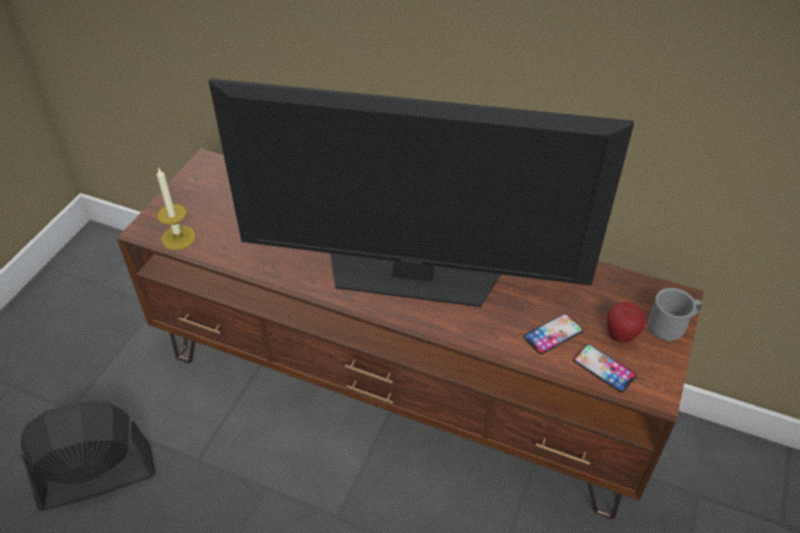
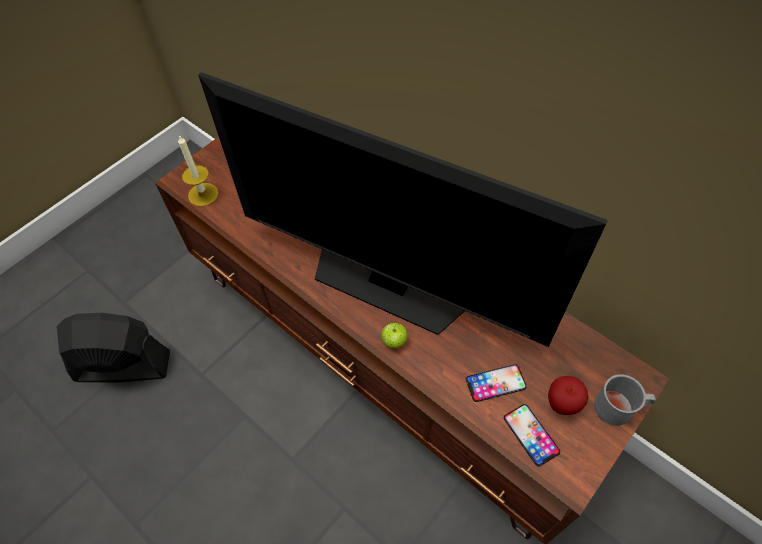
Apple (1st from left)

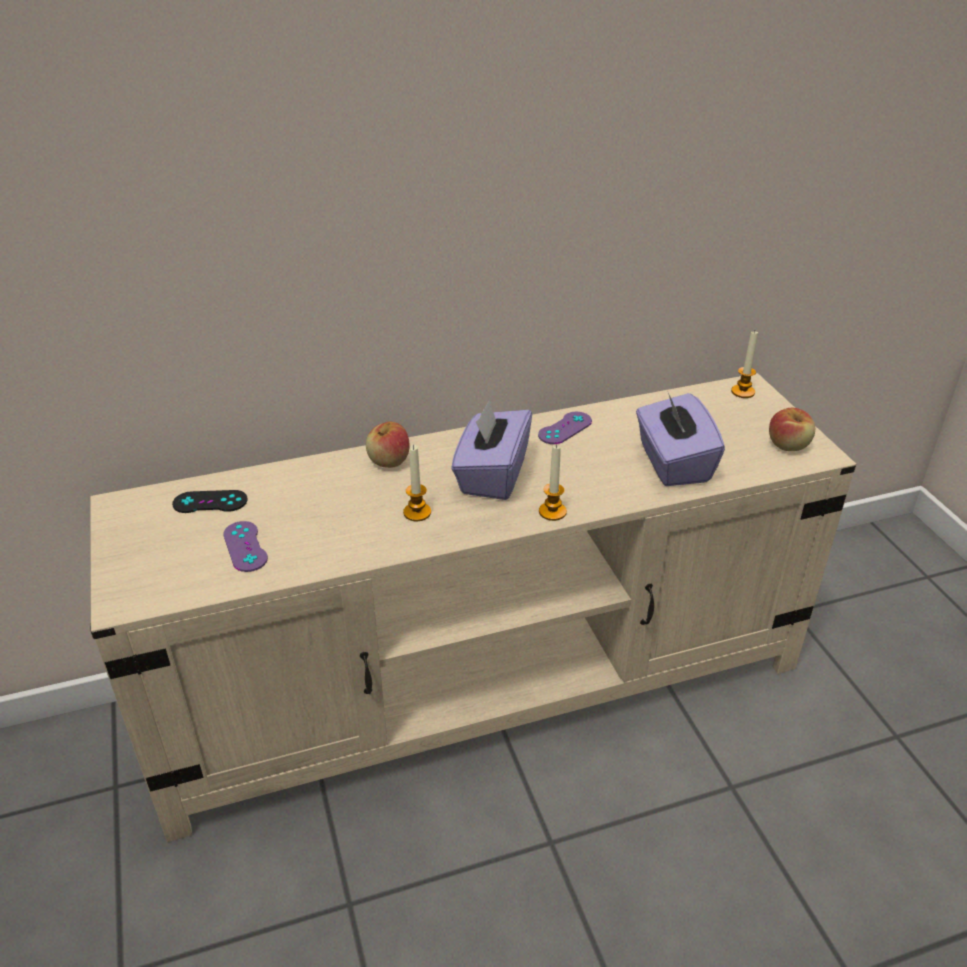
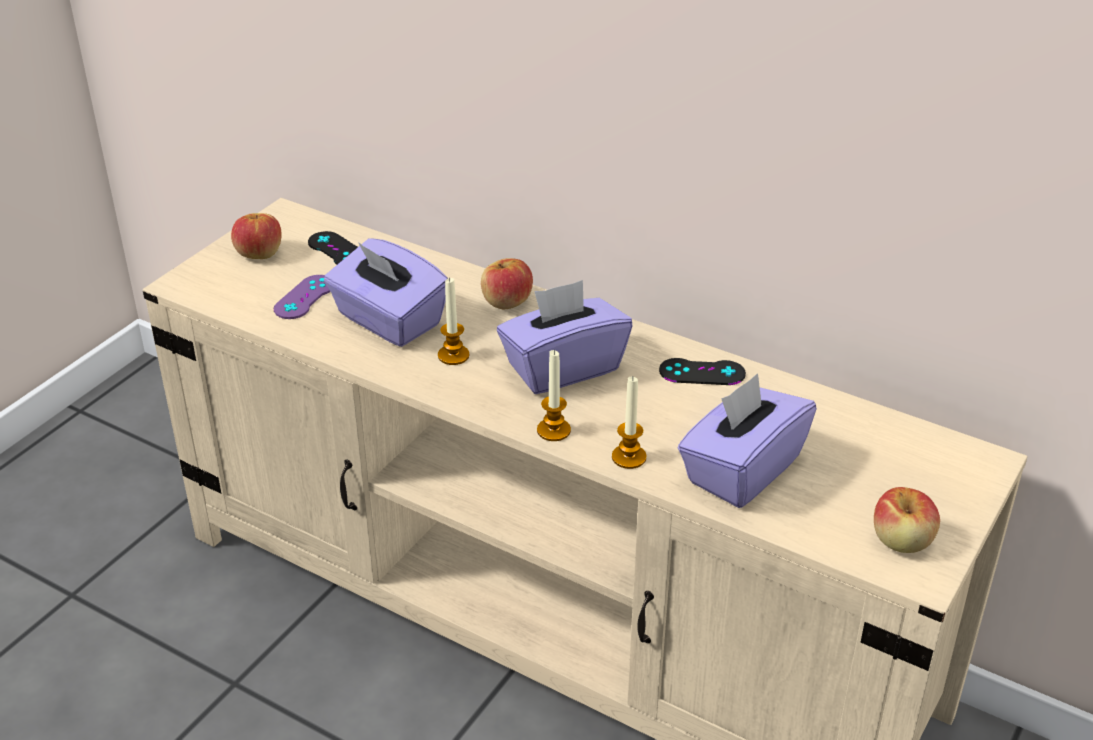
BlackGamepad (2nd from left); WaxCandle (3rd from left); Apple (1st from left); PurpleTissueHolder (1st from left)

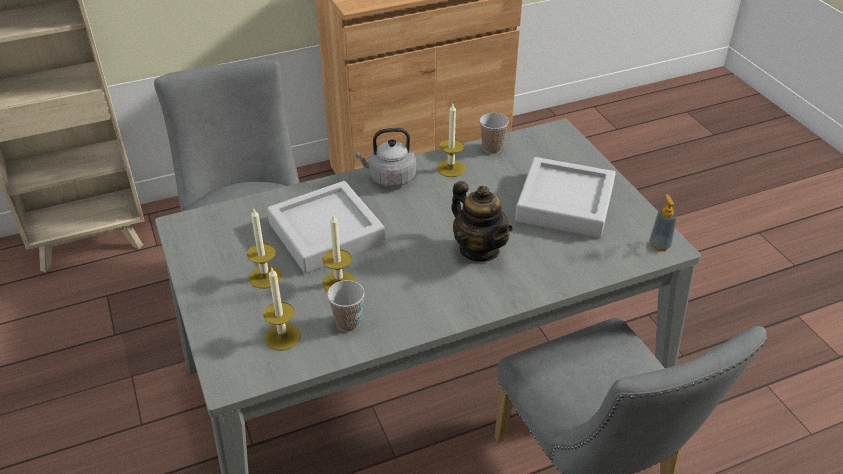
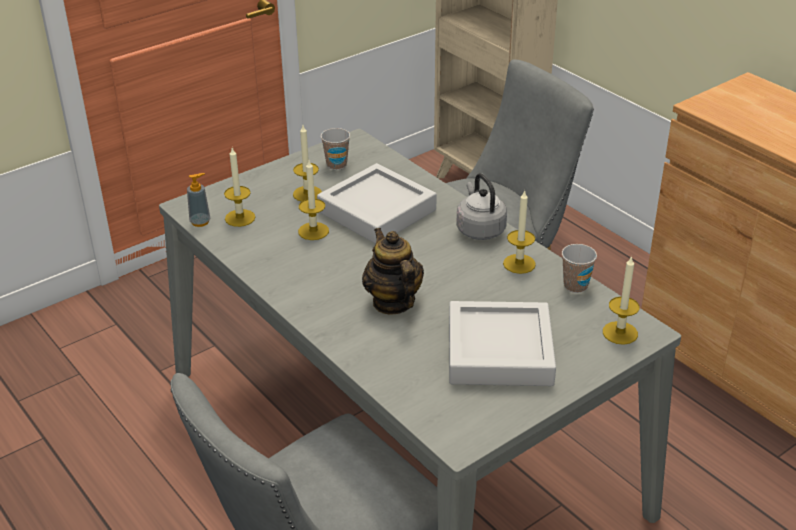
SmallCup (1st from left); TeaPot; SoapDispenser; WaxCandle (5th from left)

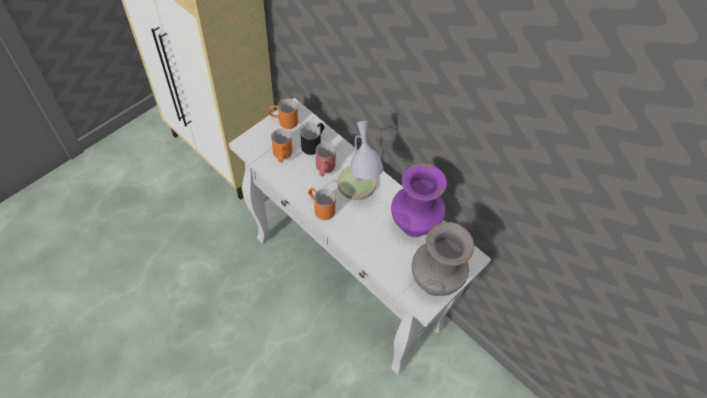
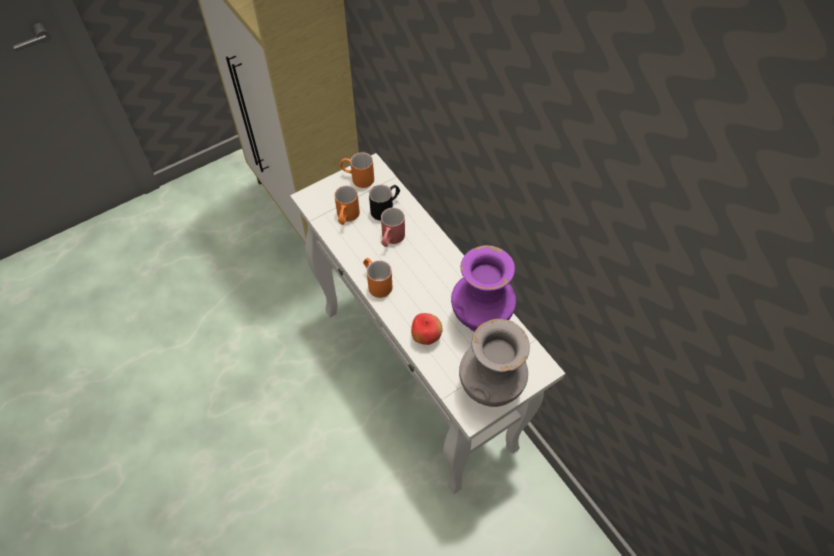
LampForATable; Apple

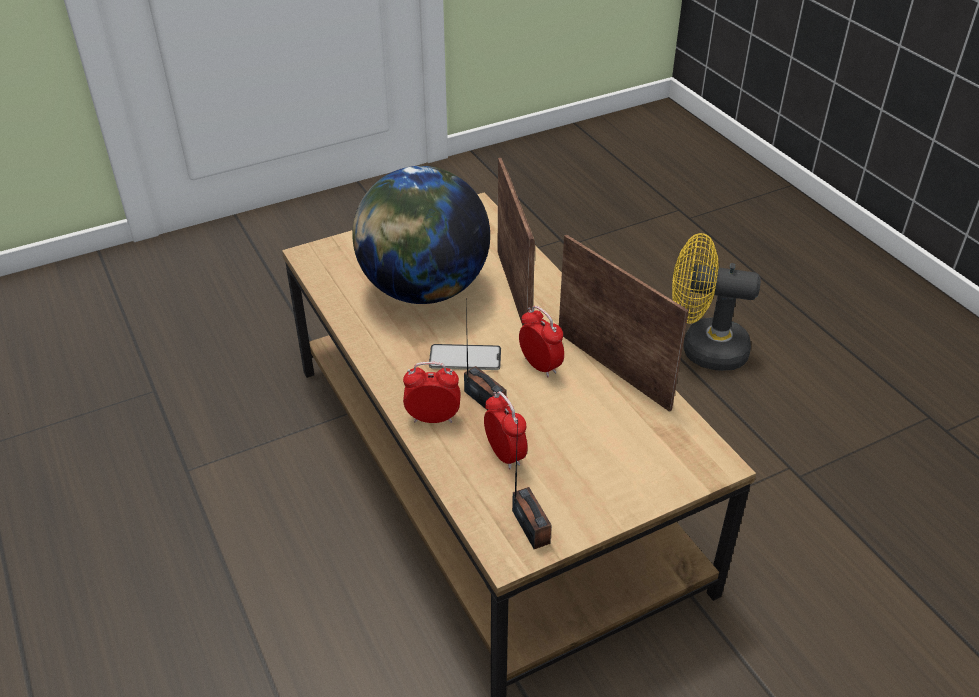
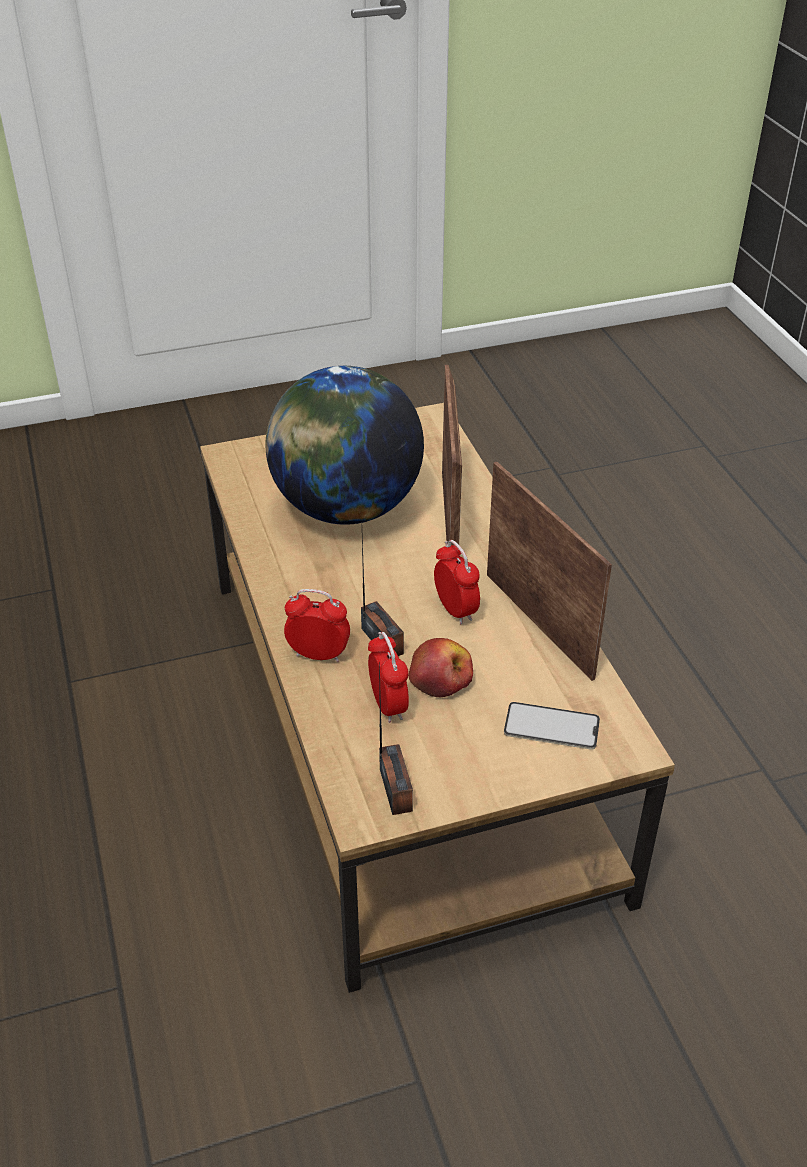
Handset; YellowishElectricFan; Apple

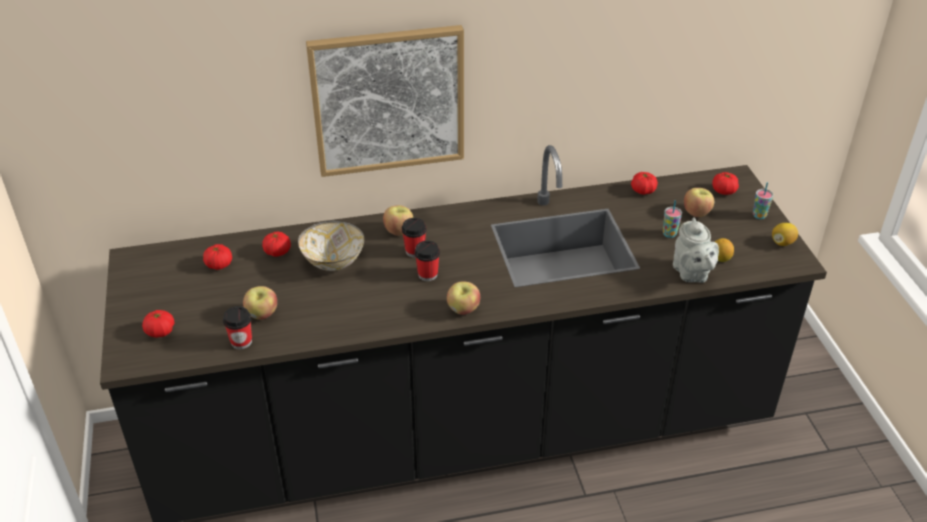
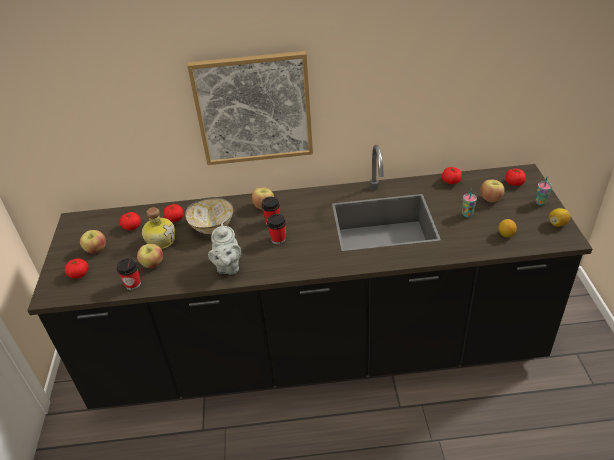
Apple (1st from left); GreyTeaPot; DrinkBottle

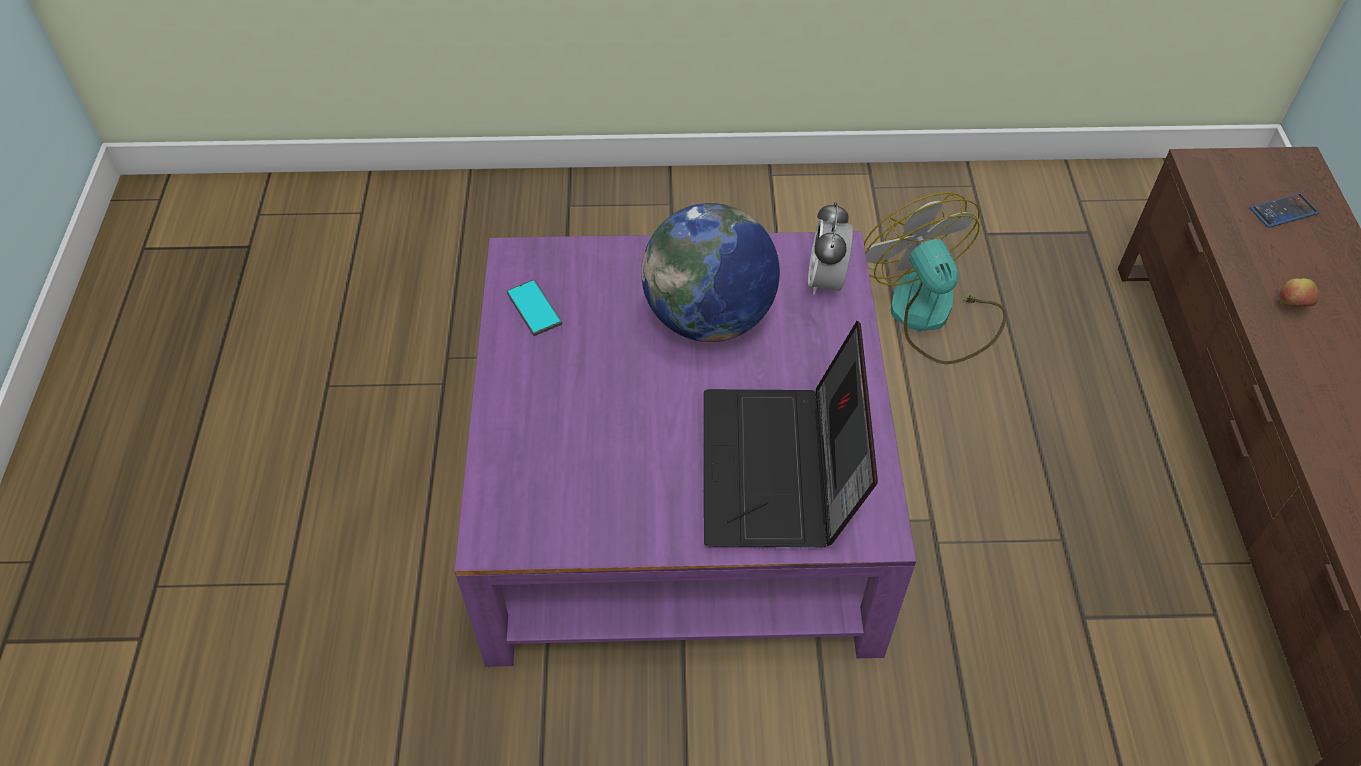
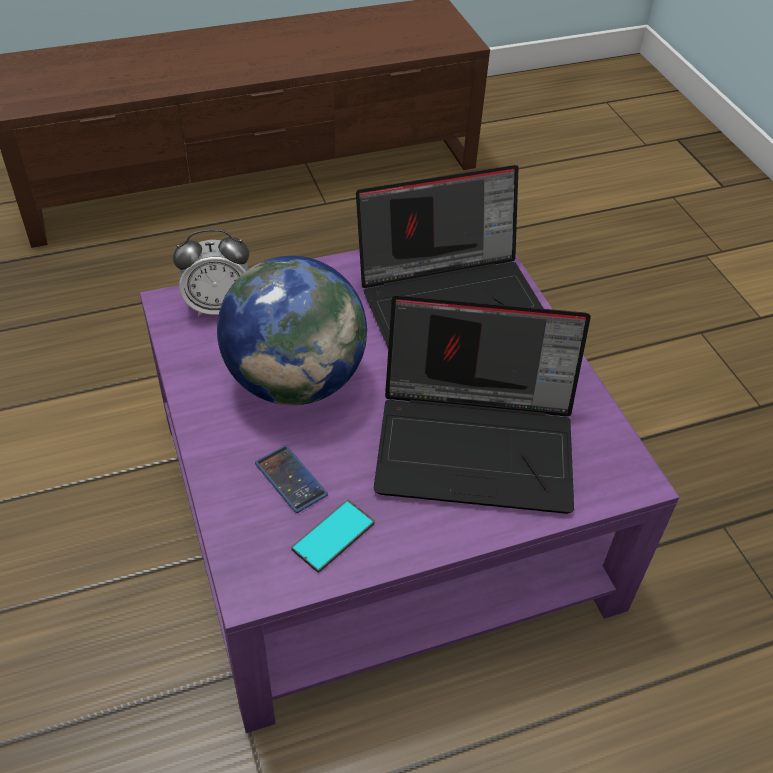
ElectricFan; Handset (1st from left); Apple; PortableComputer (2nd from left)

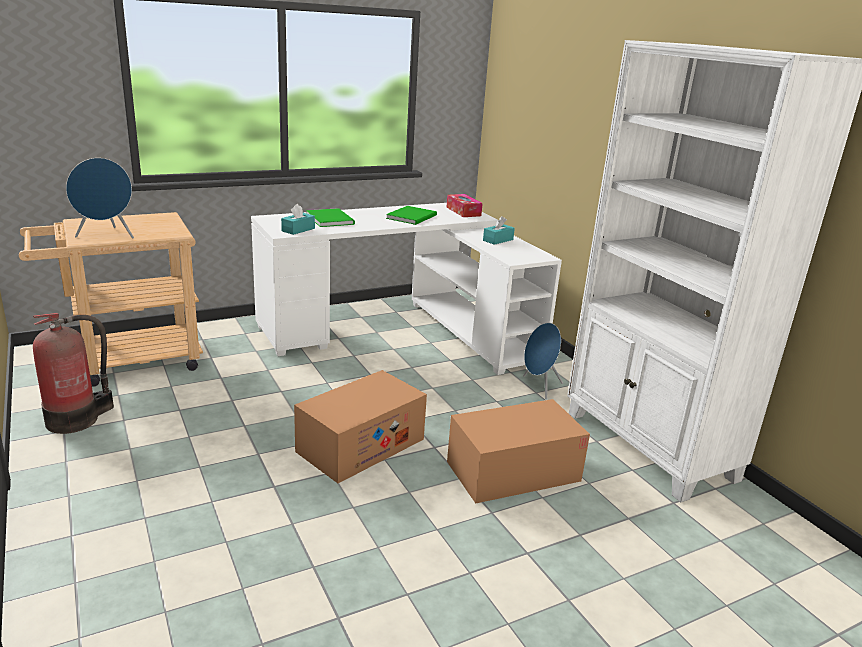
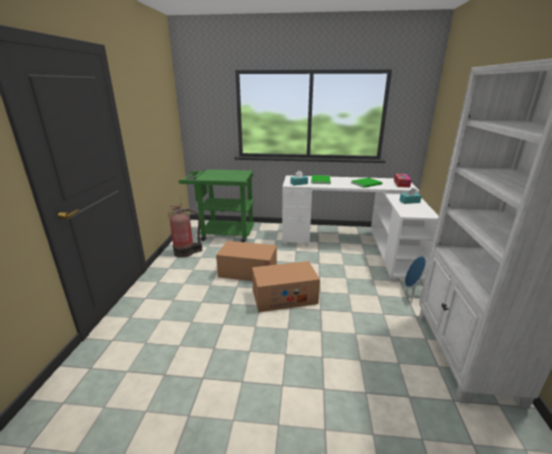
GreenColouredWheeledCart; BluishAudioSpeaker (1st from left in the first image); CardboardBox (1st from left)

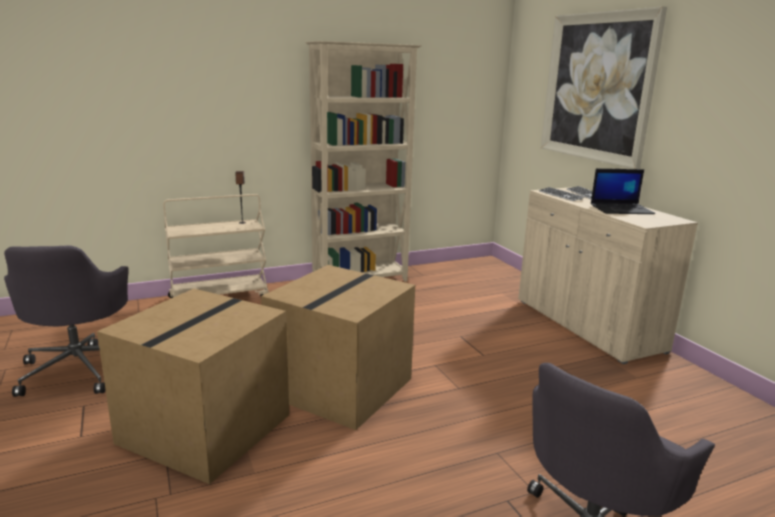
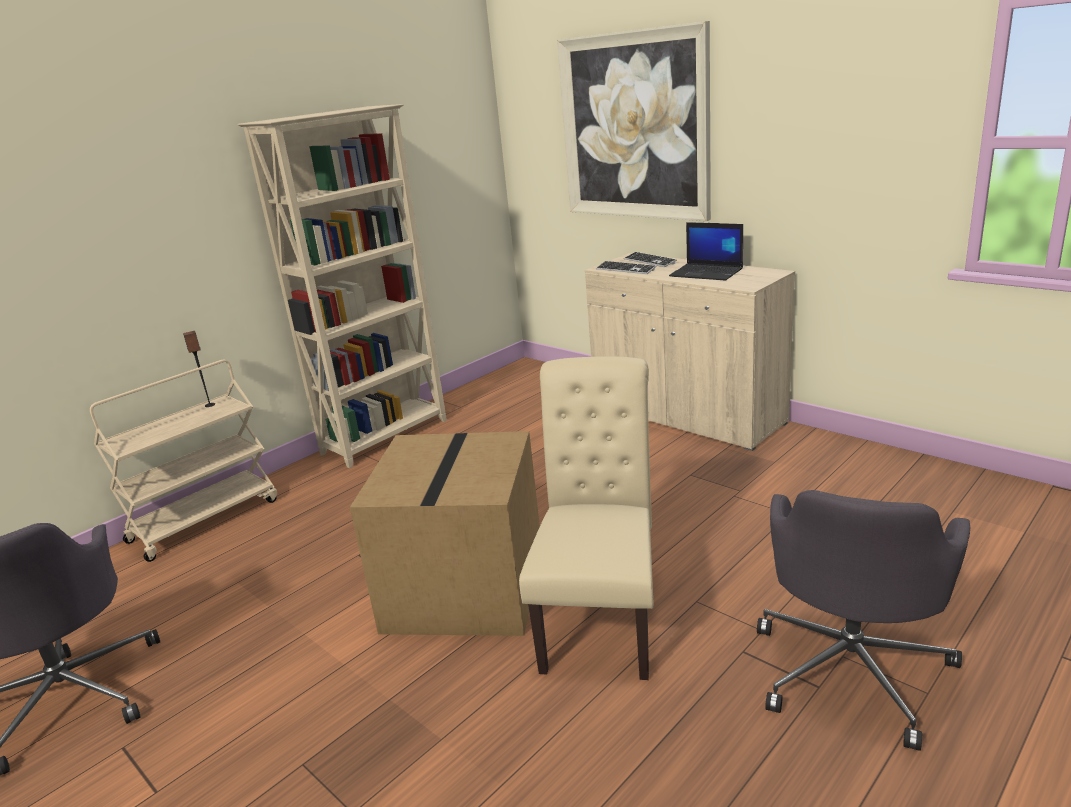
CardboardBox (1st from left in the first image); PortableComputer; BeigeChair

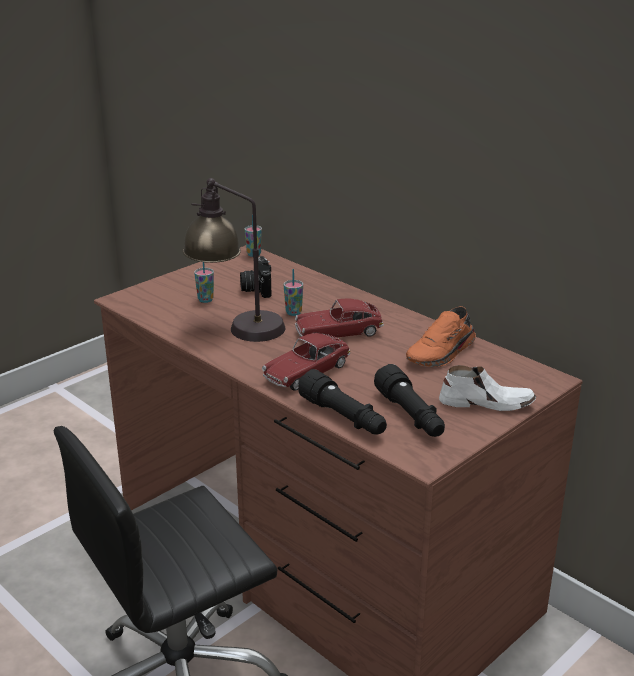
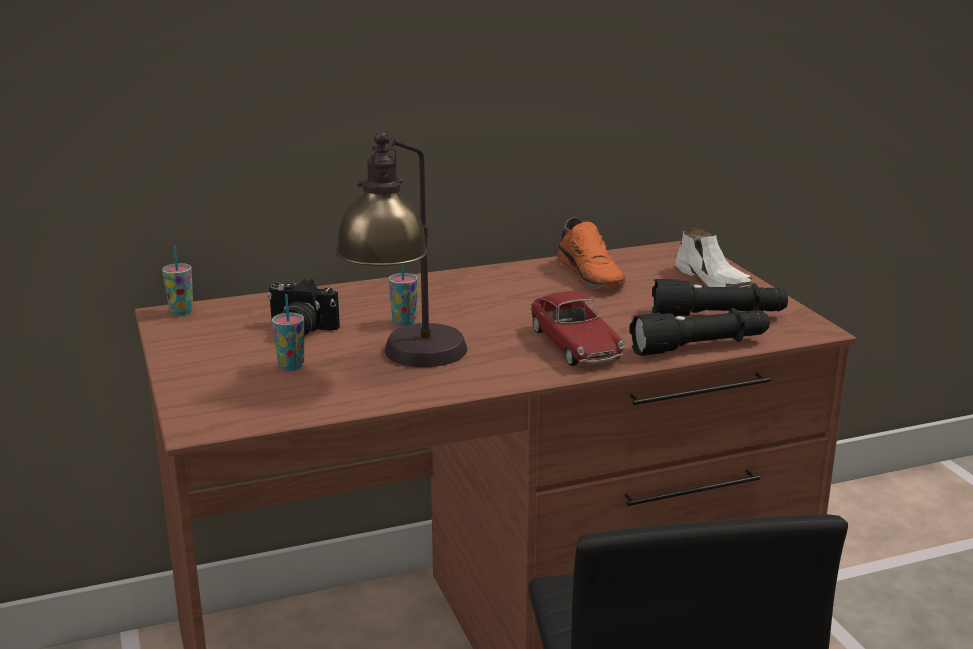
MiniatureCar (2nd from left in the first image); WhiteColouredLowShoe

